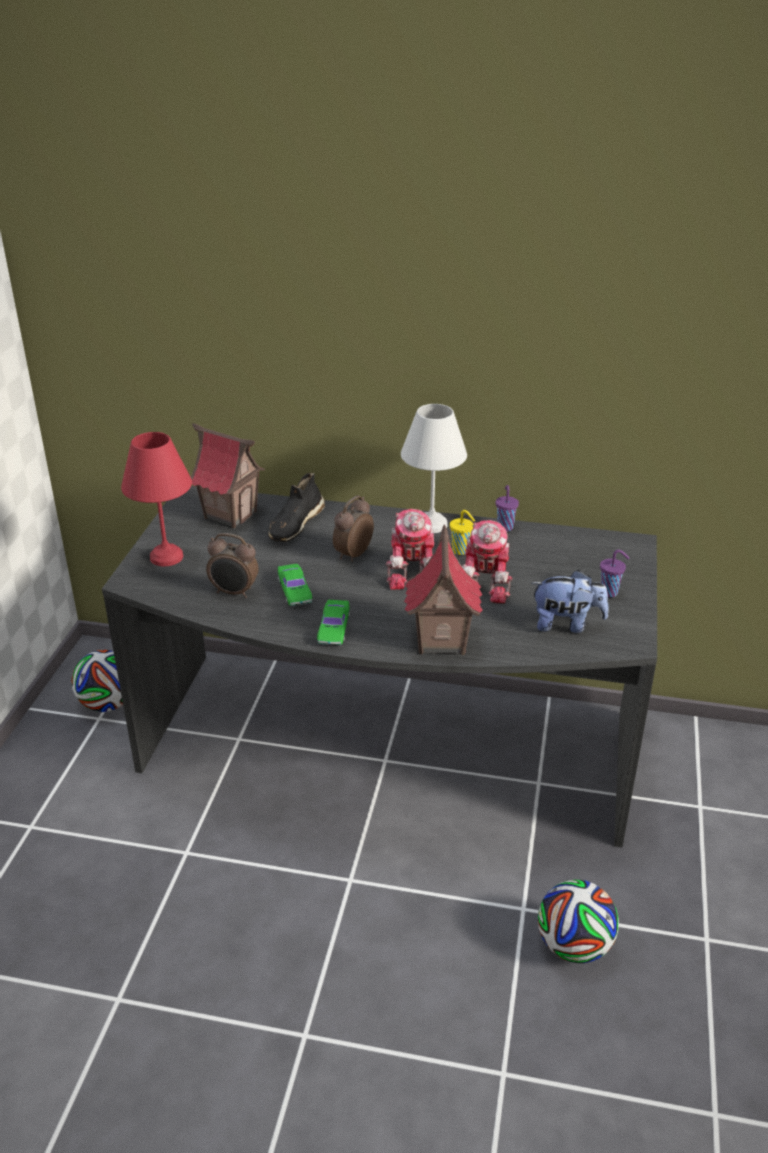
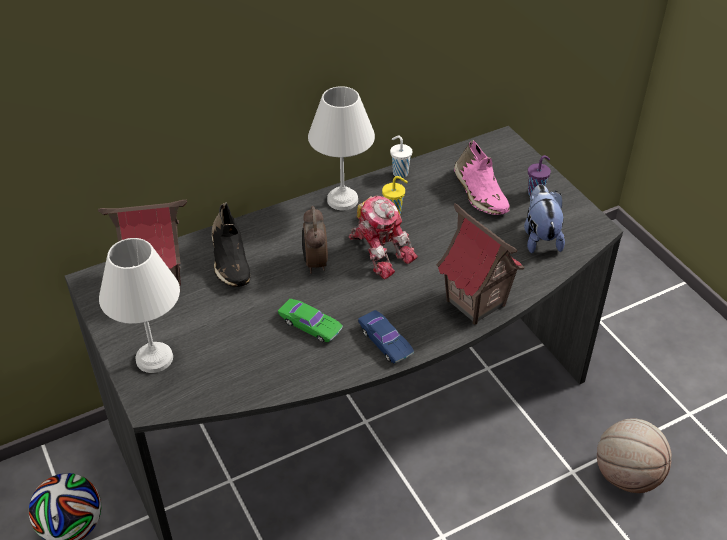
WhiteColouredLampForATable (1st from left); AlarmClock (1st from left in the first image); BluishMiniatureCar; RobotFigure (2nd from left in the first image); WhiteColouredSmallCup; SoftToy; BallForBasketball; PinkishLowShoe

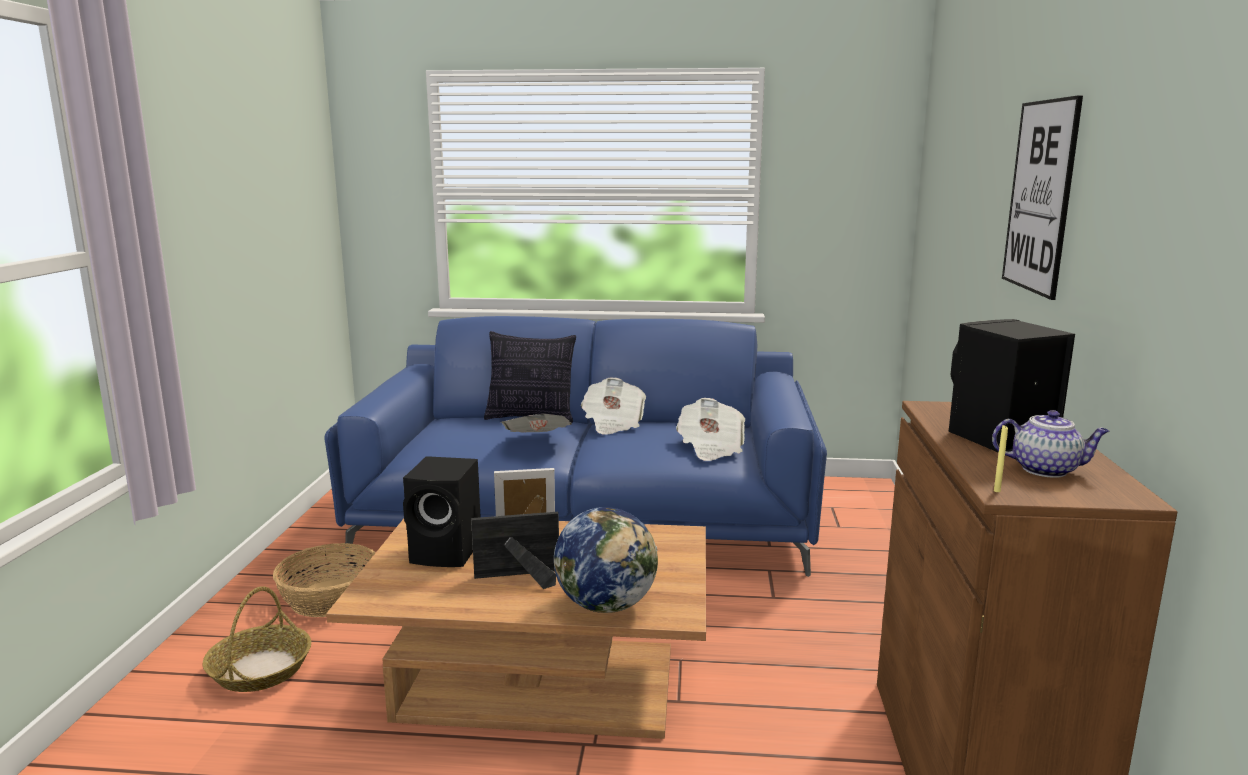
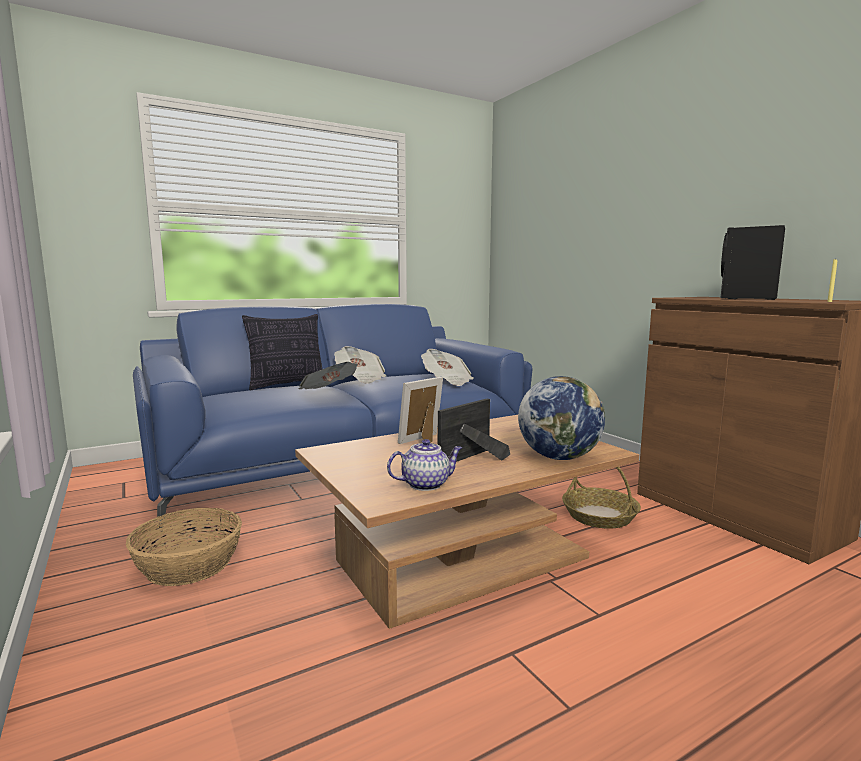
StorageBasket (2nd from left); BlackAudioSpeaker (1st from left in the first image); TeaPot; WallPicture

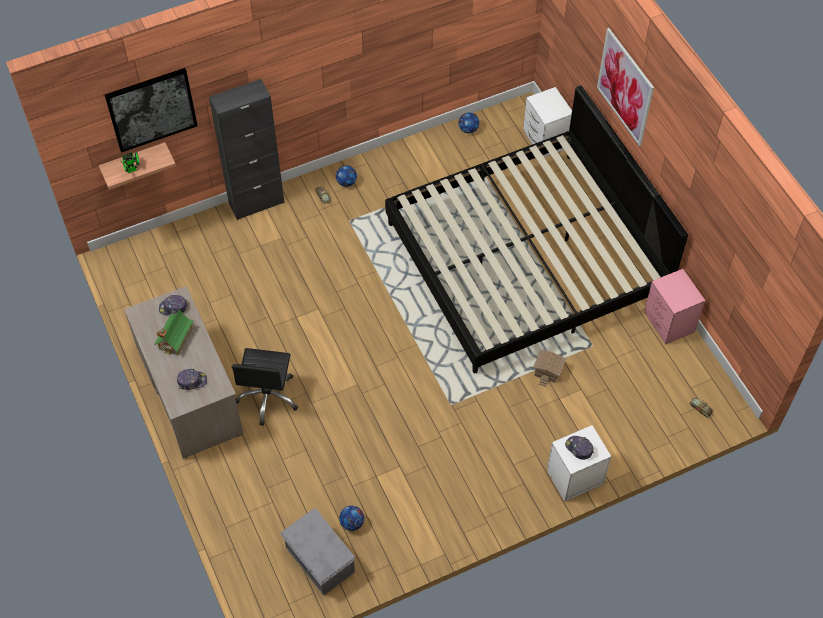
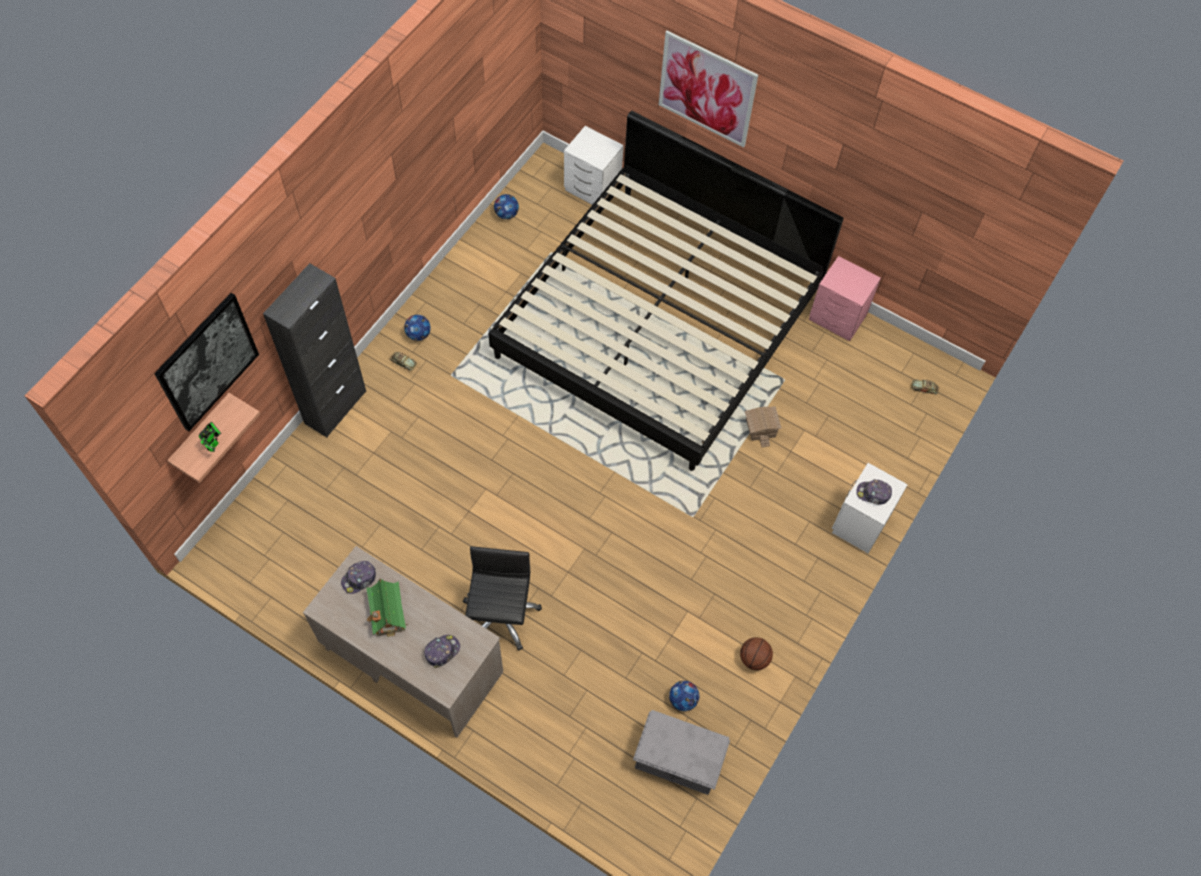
BlackDeskChair; BallForBasketball

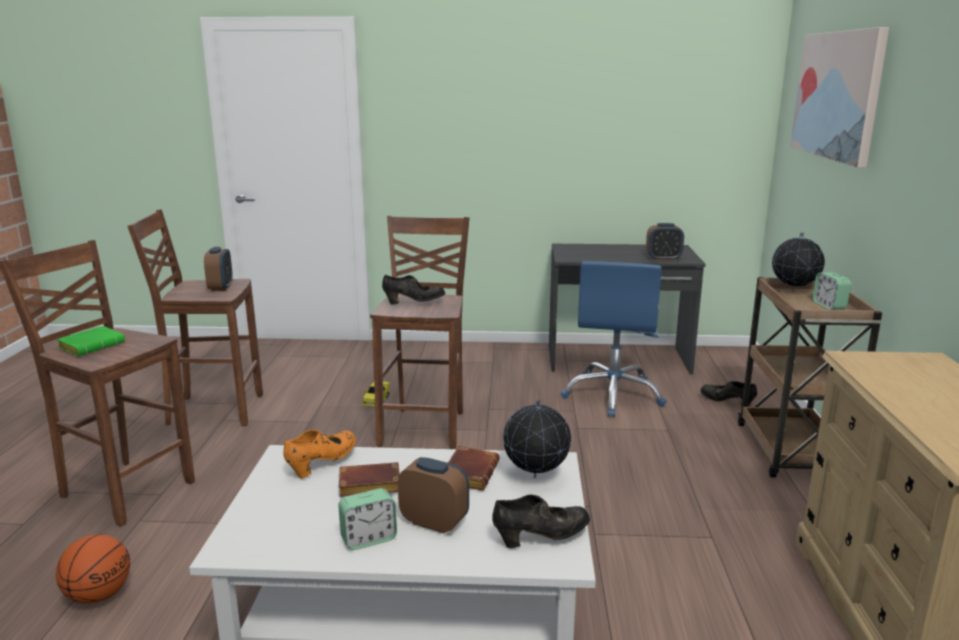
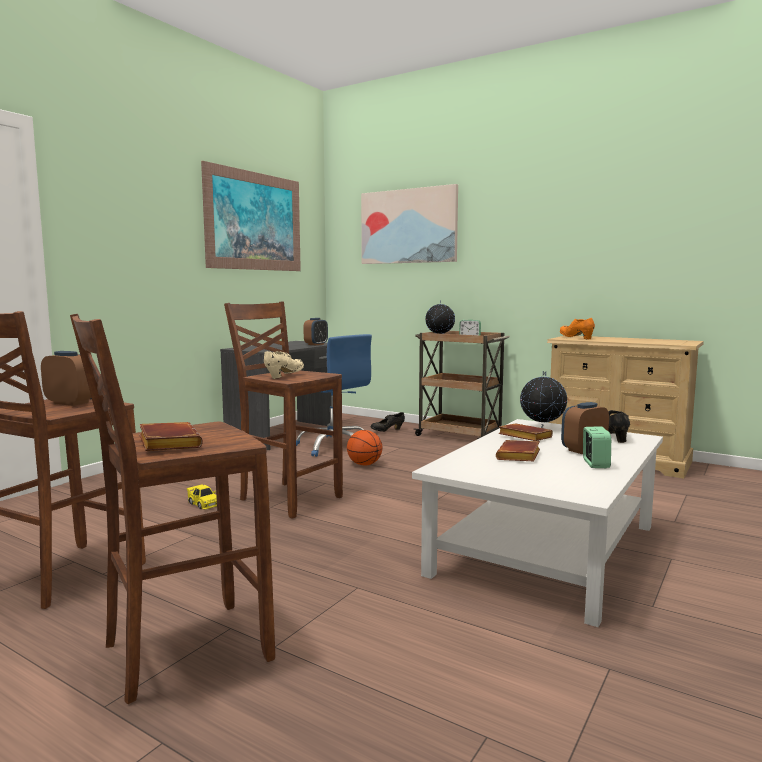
BrownishBoundBook (1st from left); BallForBasketball; OrangeColouredLowShoe; BeigeLowShoe; WallPicture (1st from left)

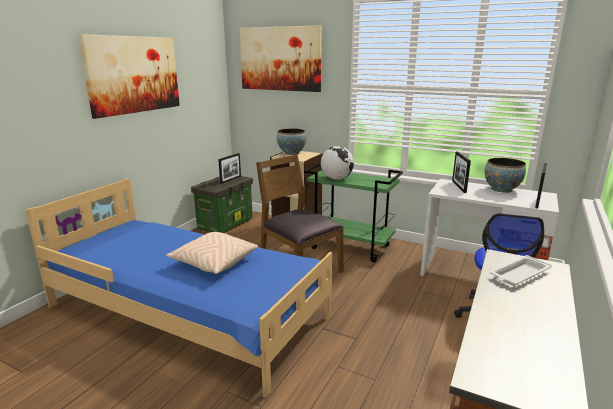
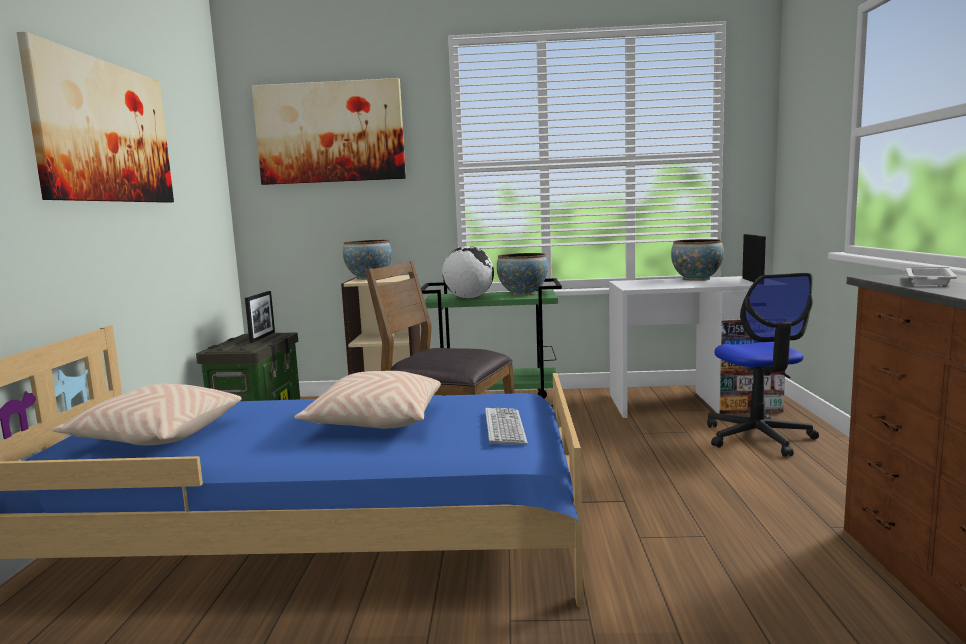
PhotoFrame (2nd from left in the first image); BeigeCushion (1st from left); Keyboard; ServingBowl (2nd from left)

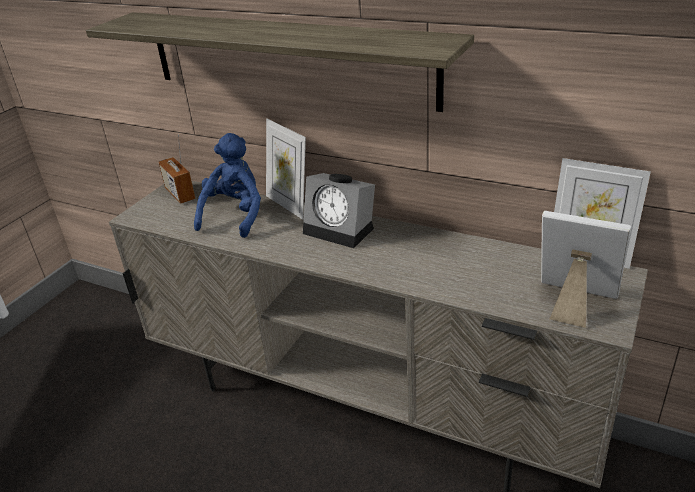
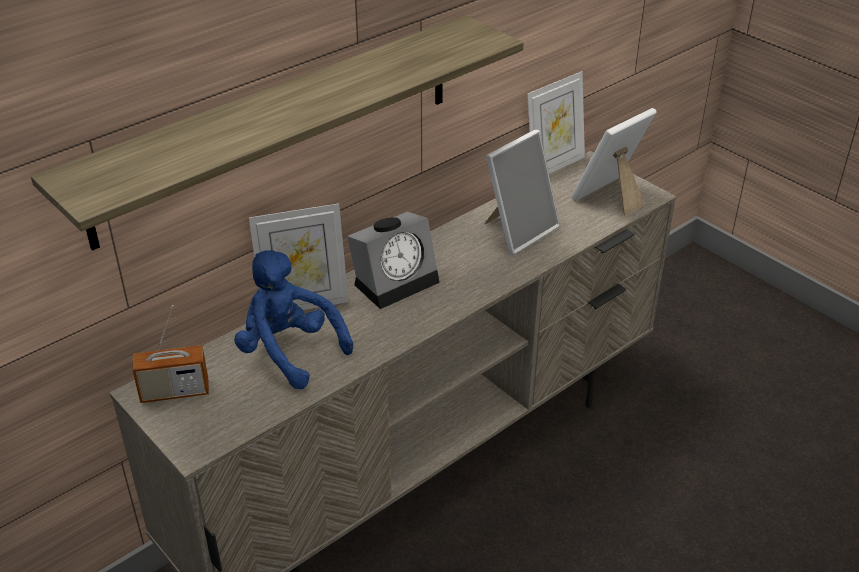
PhotoFrame (2nd from left)

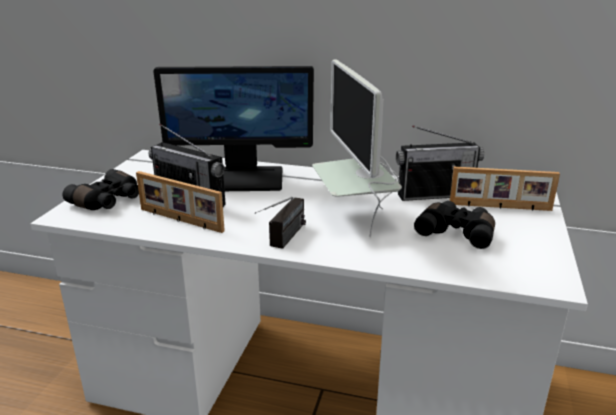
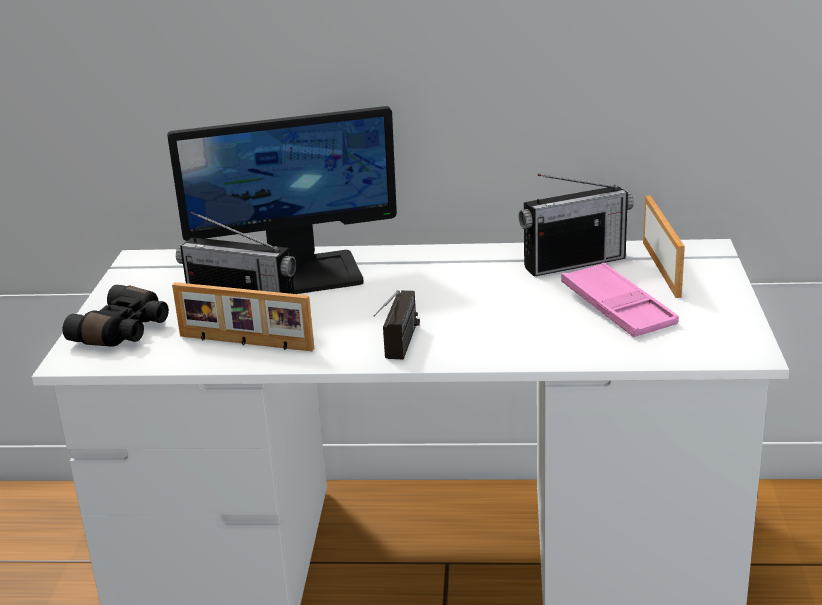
ComputerScreen (2nd from left in the first image); PinkishServingTray; PhotoFrame (2nd from left)

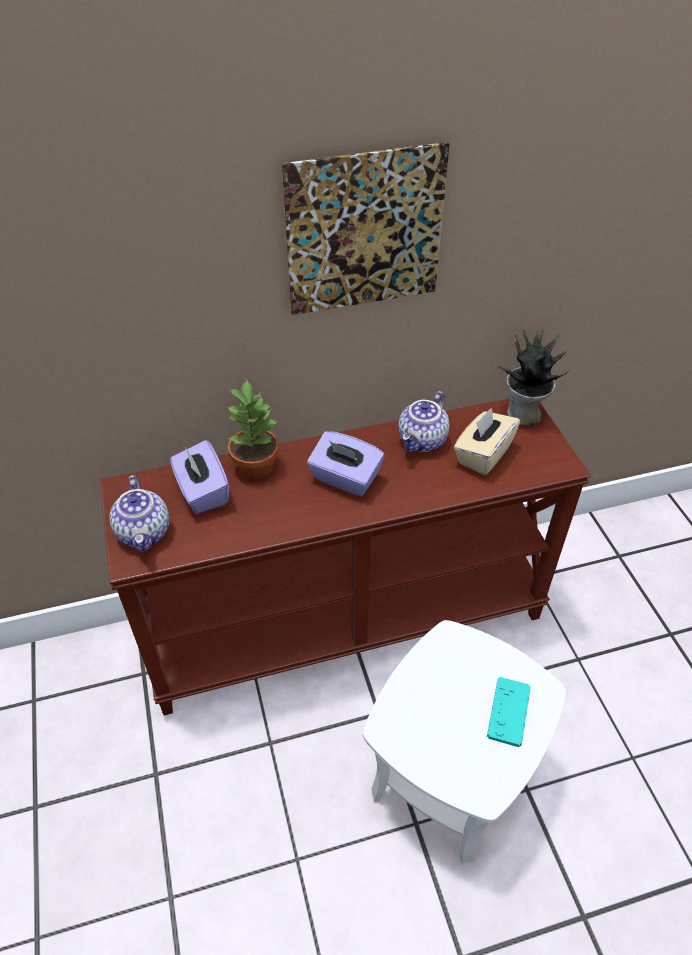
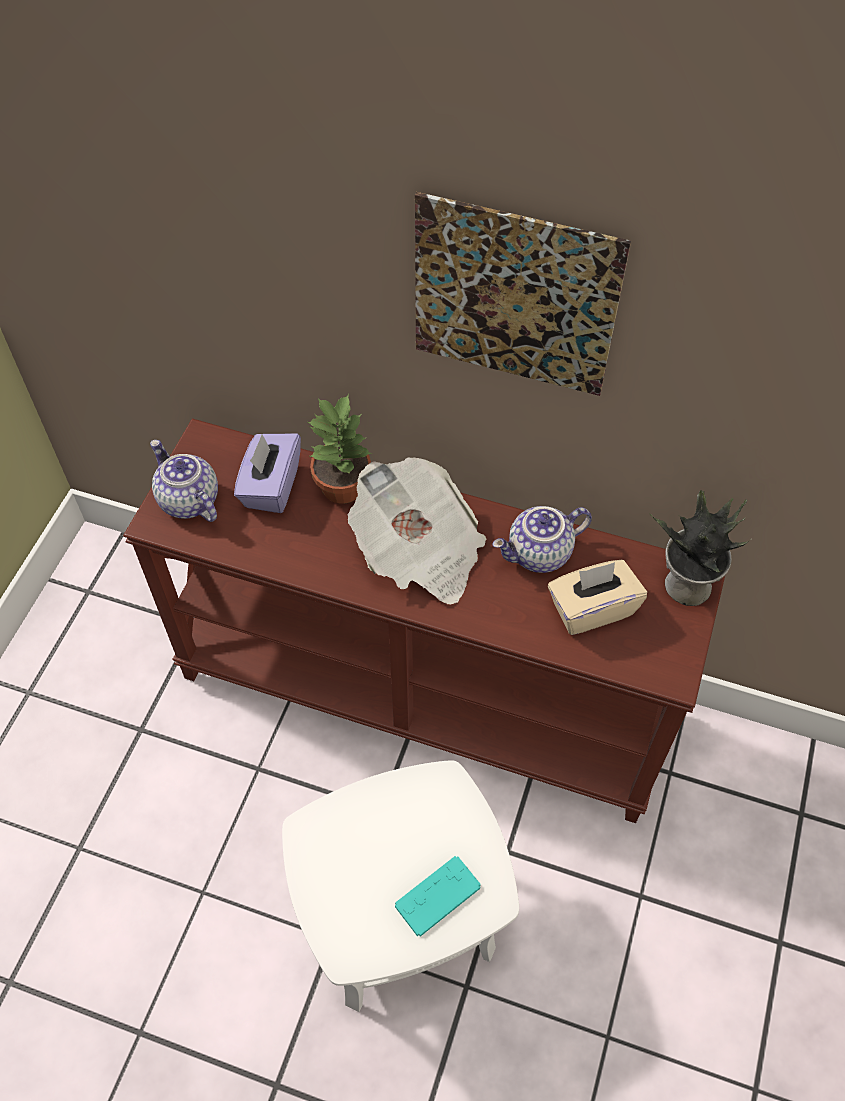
TeaPot (1st from left); Newspaper

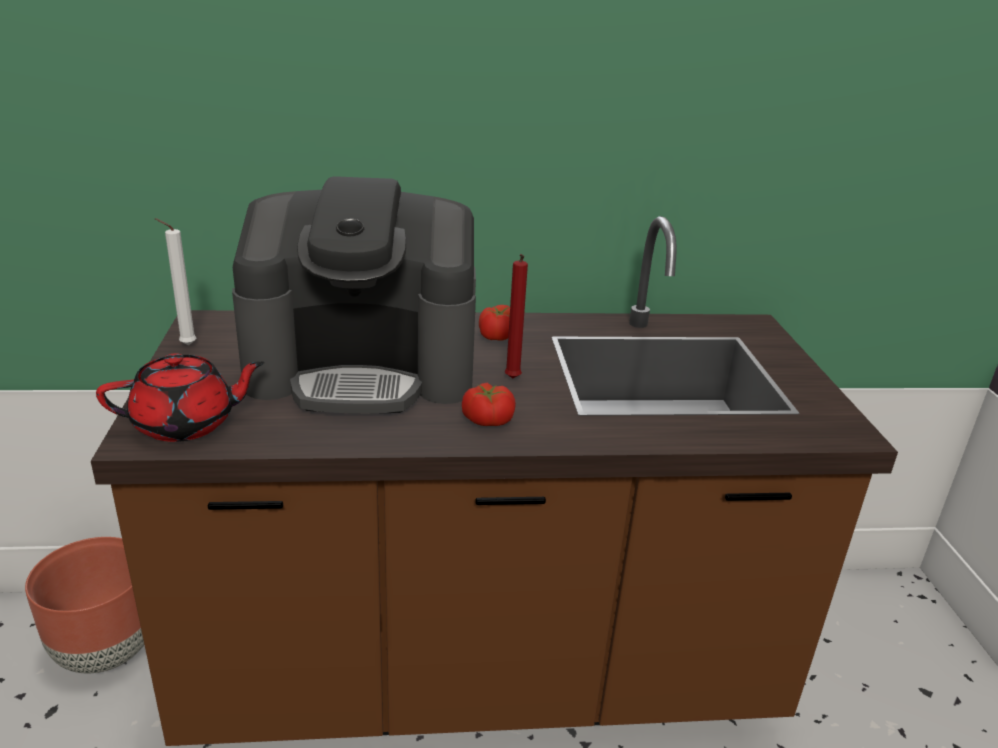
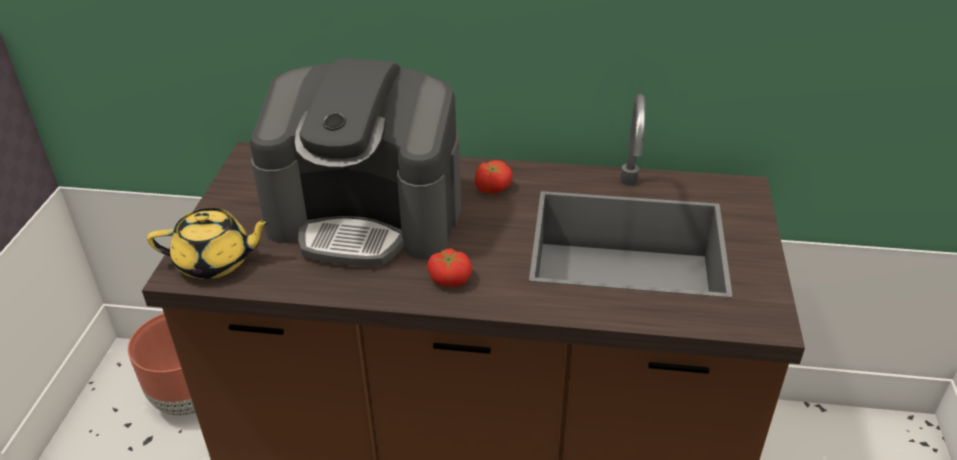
YellowishTeaPot; WhiteColouredWaxCandle; RedWaxCandle

